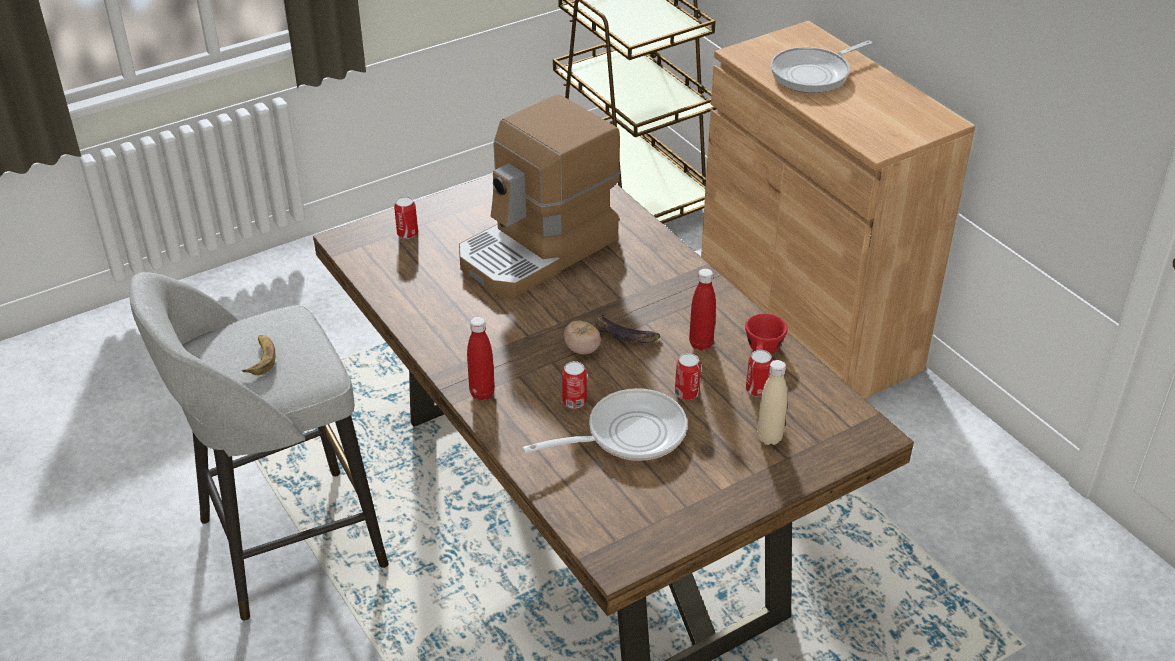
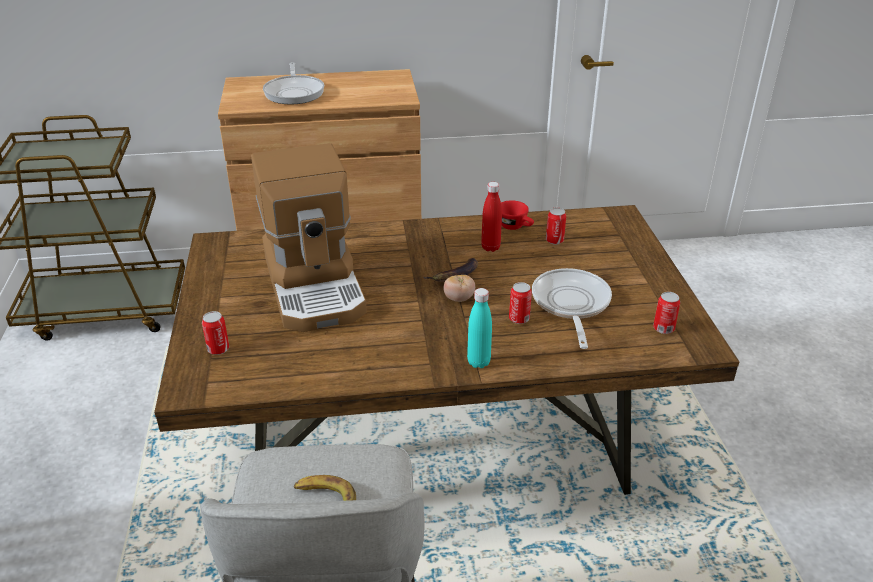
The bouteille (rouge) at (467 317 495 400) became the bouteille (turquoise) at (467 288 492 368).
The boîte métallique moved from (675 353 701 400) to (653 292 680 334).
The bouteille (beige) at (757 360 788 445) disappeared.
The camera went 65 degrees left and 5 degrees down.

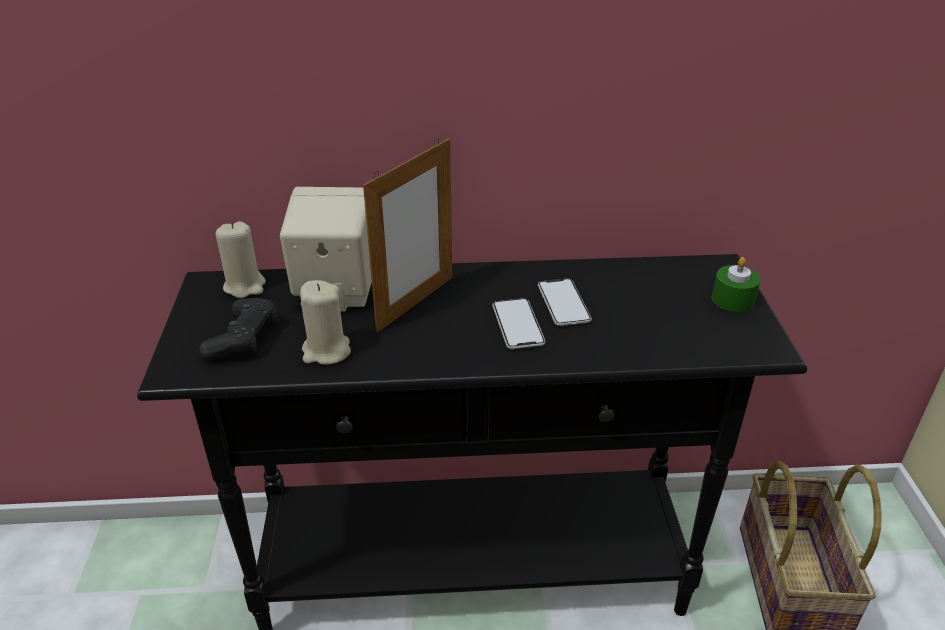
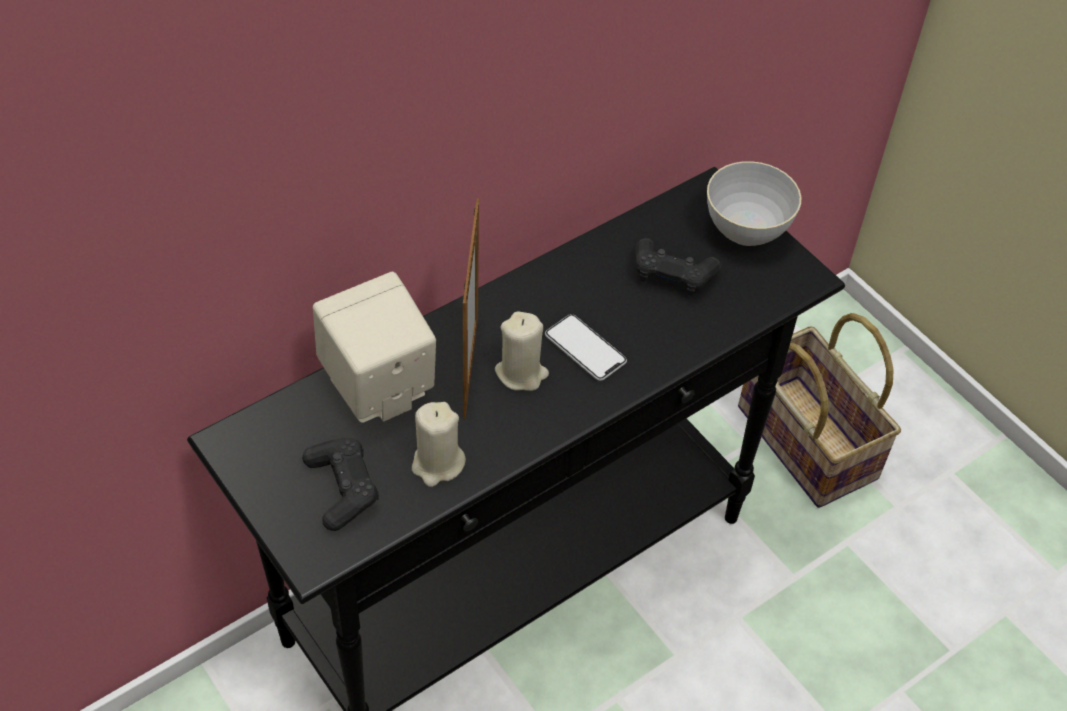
The bougie (beige) moved from (216 221 266 298) to (495 312 549 391).
The manette (noir) at (635 238 721 295) appeared.
The bougie (vert) at (712 257 760 312) was replaced by the bol (gris) at (707 161 801 246).
The téléphone at (538 278 592 326) disappeared.
The camera went 35 degrees left and 15 degrees up.

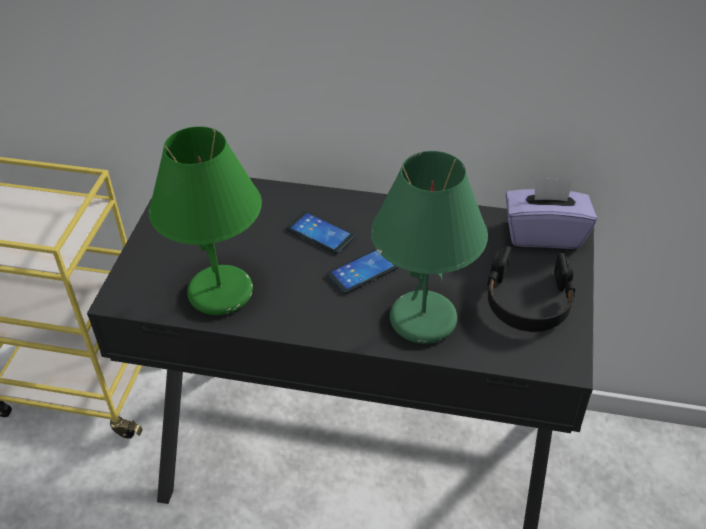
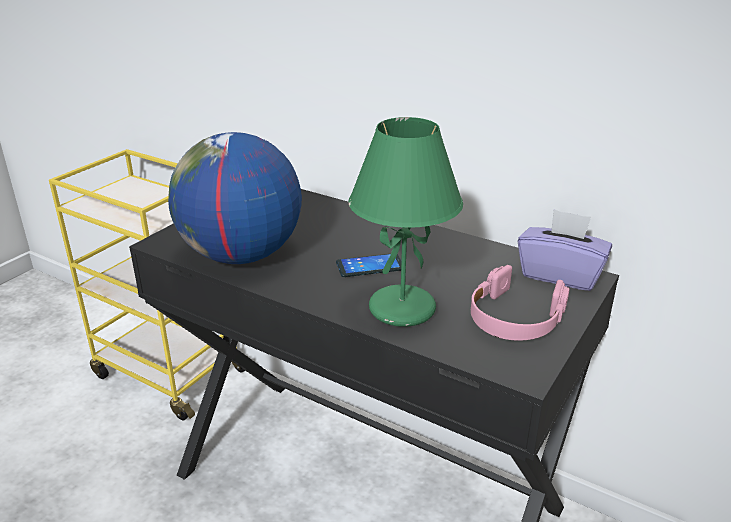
The lampe de table (vert) at (149 126 262 315) was replaced by the globe at (168 132 302 264).
The casque audio (noir) at (486 246 575 332) became the casque audio (rose) at (471 265 570 341).
The téléphone at (287 211 355 254) disappeared.
The camera went 20 degrees right and 15 degrees down.

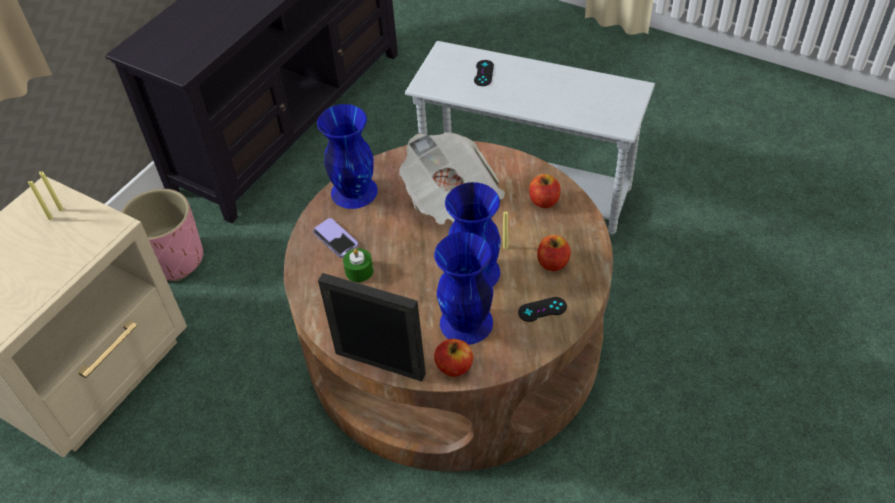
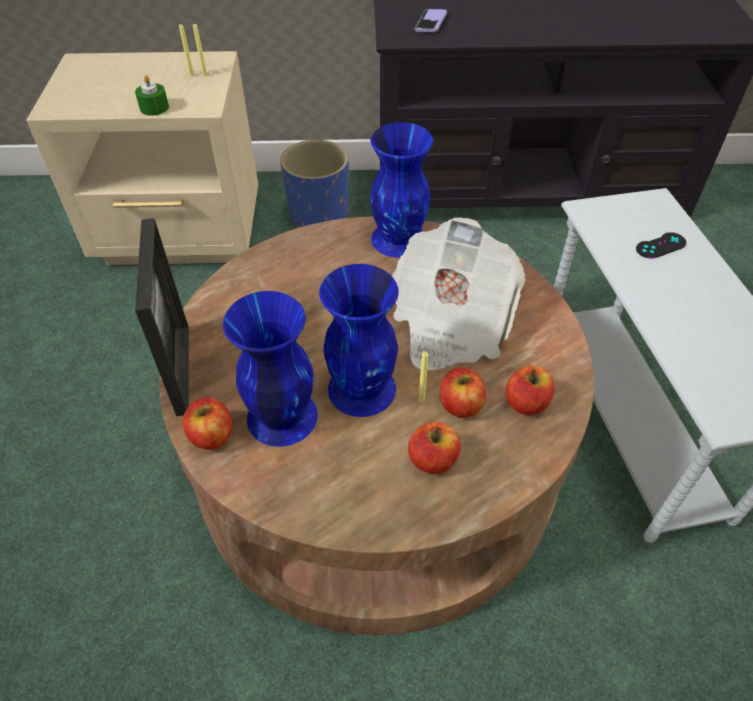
The bougie (vert) moved from (343 248 374 282) to (135 75 169 116).
The cache-pot (rose) at (121 189 204 281) became the cache-pot (bleu) at (280 140 349 228).
The téléphone moved from (313 218 359 258) to (415 9 447 32).
The pomme at (440 367 486 418) appeared.
The manette (noir) at (518 297 567 322) disappeared.
The camera went 55 degrees right and 0 degrees up.

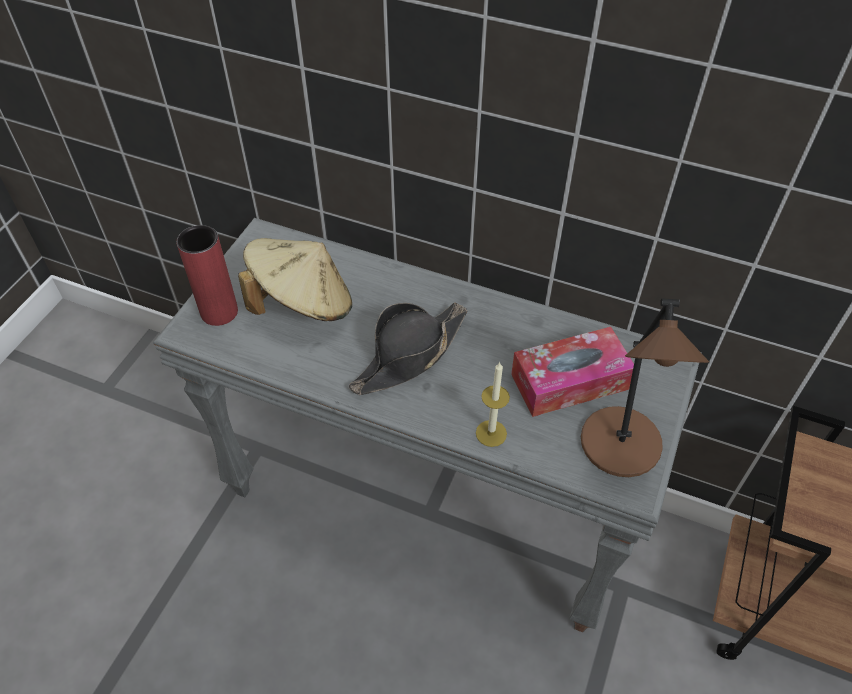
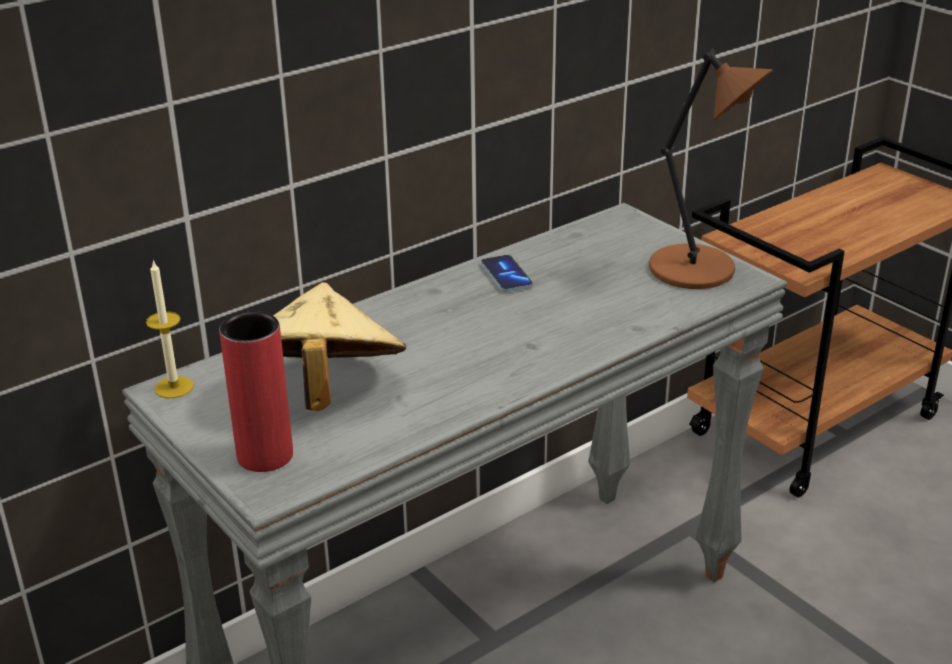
The bougie moved from (476 362 510 447) to (146 260 194 398).
The téléphone at (481 255 533 292) appeared.
The chapeau (noir) at (349 302 468 395) disappeared.
The boîte à mouchoirs at (511 327 634 417) disappeared.
The camera went 60 degrees left and 20 degrees down.

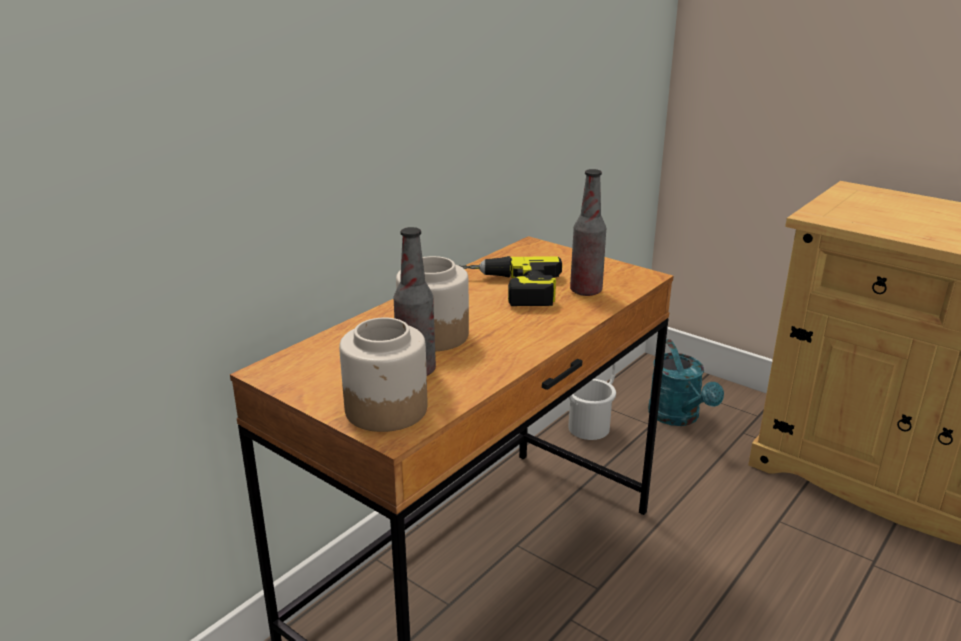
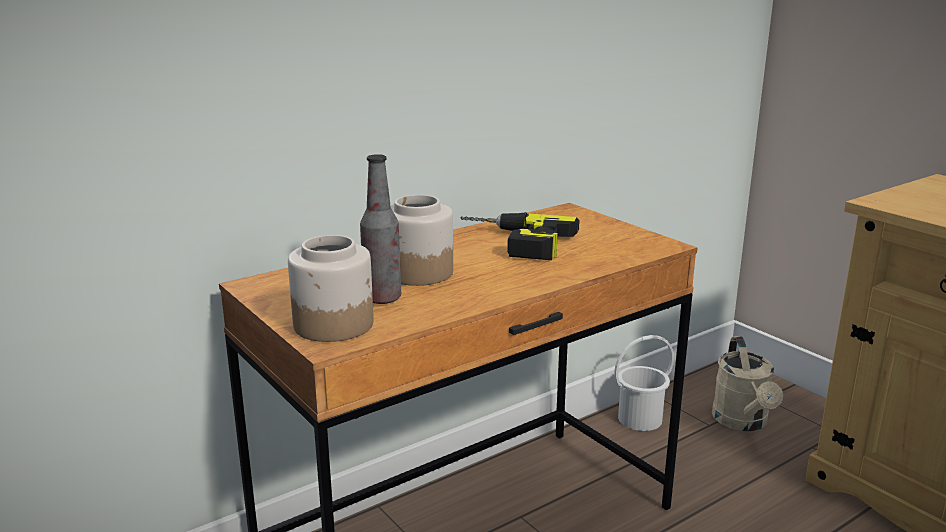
The arrosoir (turquoise) at (648 339 724 426) became the arrosoir (beige) at (712 336 783 431).
The bouteille at (570 169 606 296) disappeared.
The camera went 15 degrees right and 5 degrees down.

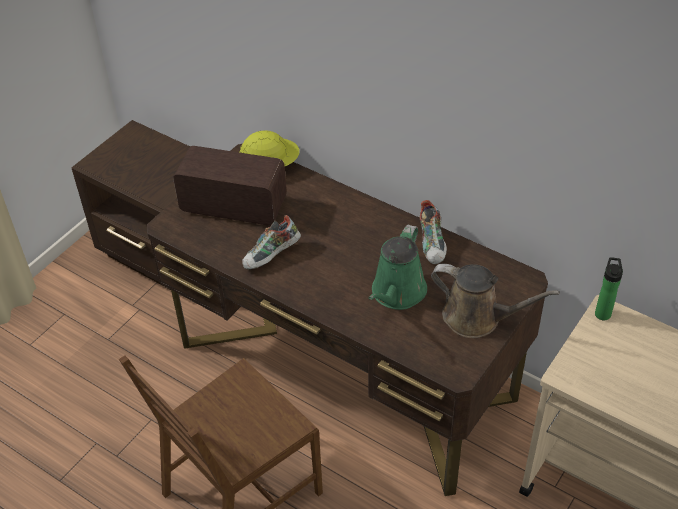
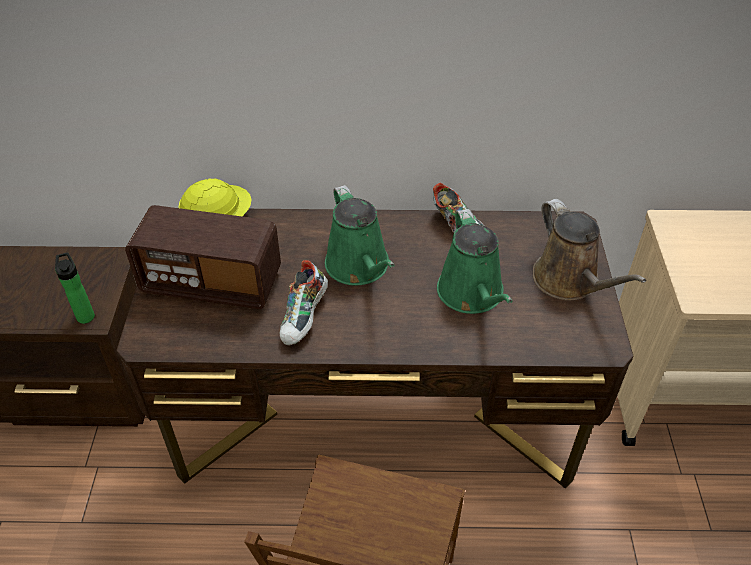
The bouteille moved from (595 257 623 320) to (55 252 95 324).
The radio at (173 146 287 225) turned 150 degrees counterclockwise.
The arrosoir (vert) at (325 185 395 285) appeared.
The arrosoir (marron) at (431 264 560 338) turned 75 degrees clockwise.
The camera went 35 degrees left and 0 degrees up.

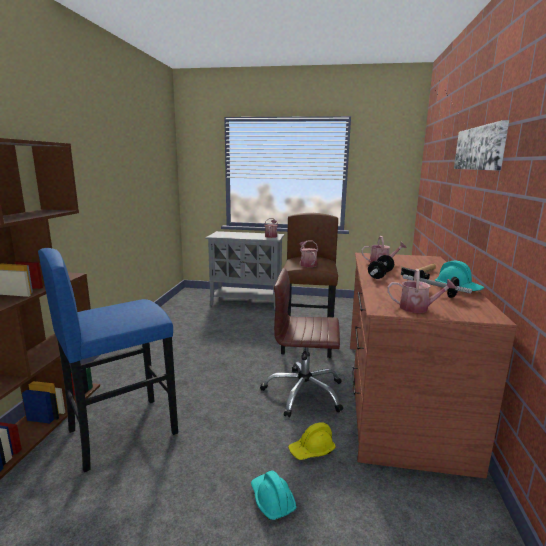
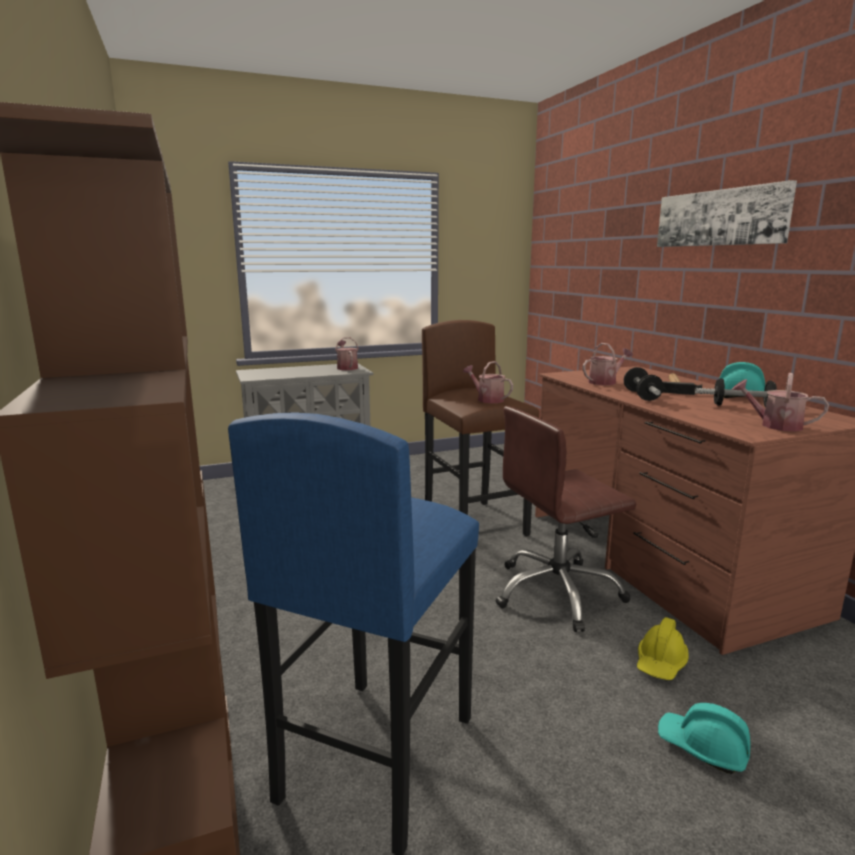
The arrosoir at (388 269 457 313) turned 135 degrees counterclockwise.
The camera went 30 degrees left and 0 degrees up.

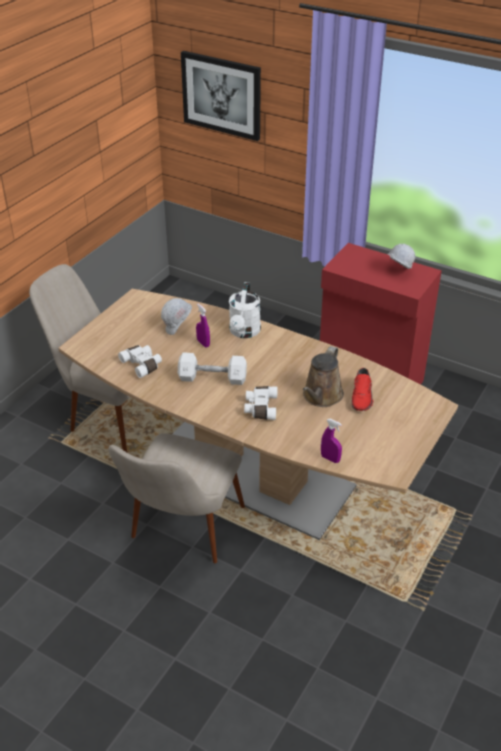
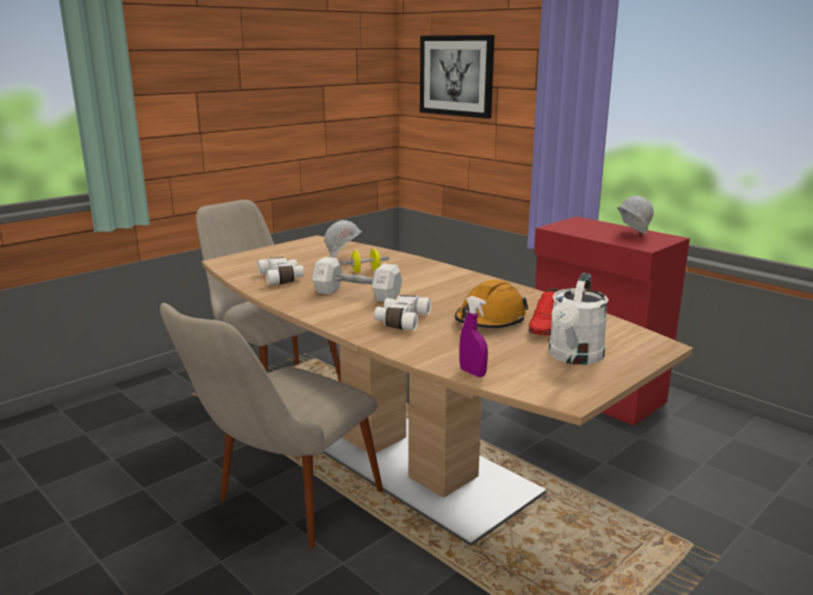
The vaporisateur (violet) at (196 304 210 348) was replaced by the haltère (jaune) at (341 248 389 273).
The arrosoir (marron) at (303 346 344 407) was replaced by the casque de chantier (orange) at (455 280 529 328).
The arrosoir (blanc) moved from (229 282 261 338) to (549 273 608 365).
The camera went 15 degrees right and 20 degrees down.

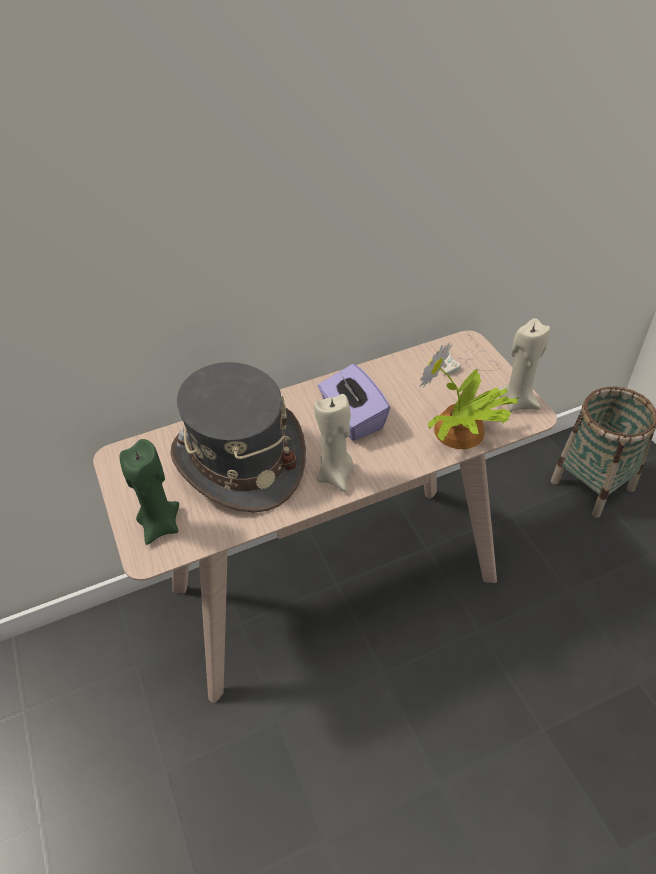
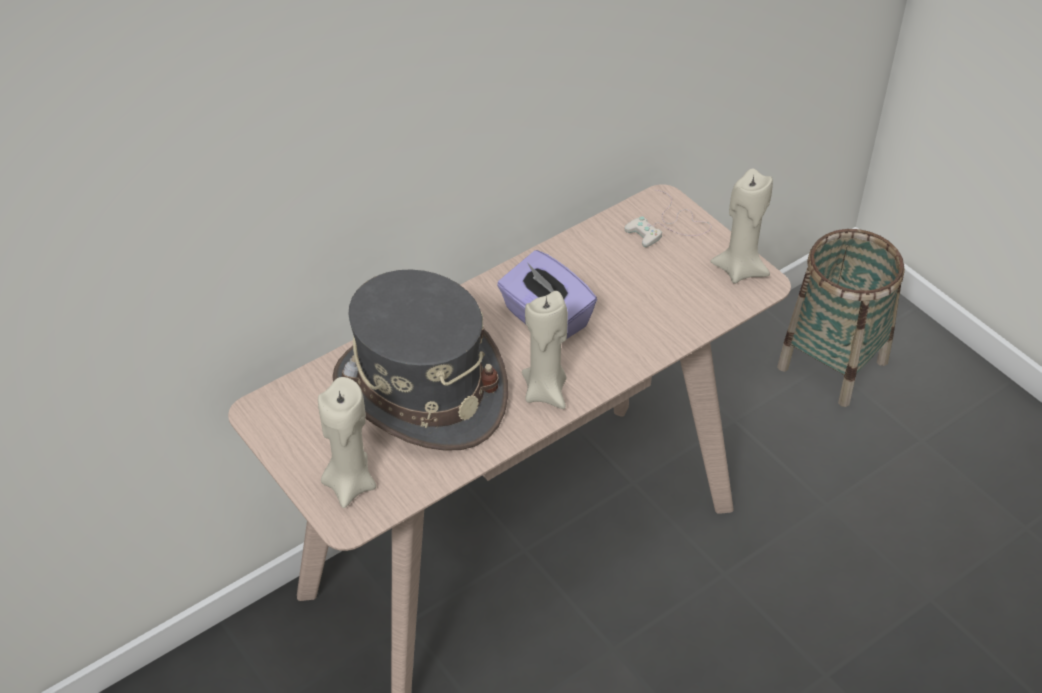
The bougie (vert) at (120 439 179 545) became the bougie (beige) at (318 377 376 508).
The plante en pot at (420 342 518 449) disappeared.
The camera went 15 degrees left and 0 degrees up.

